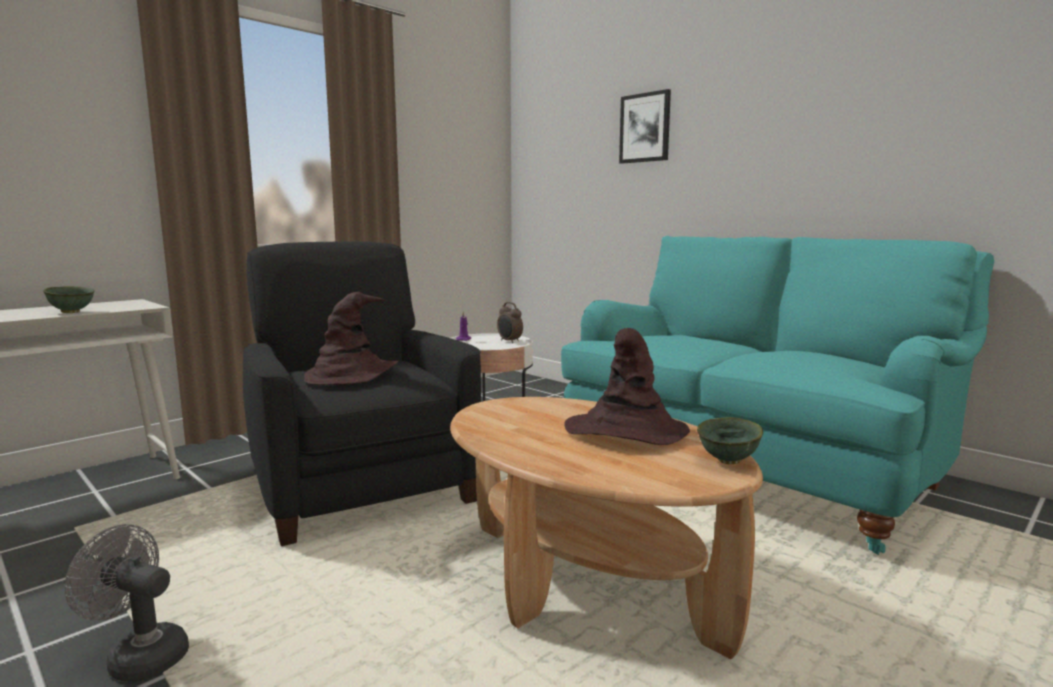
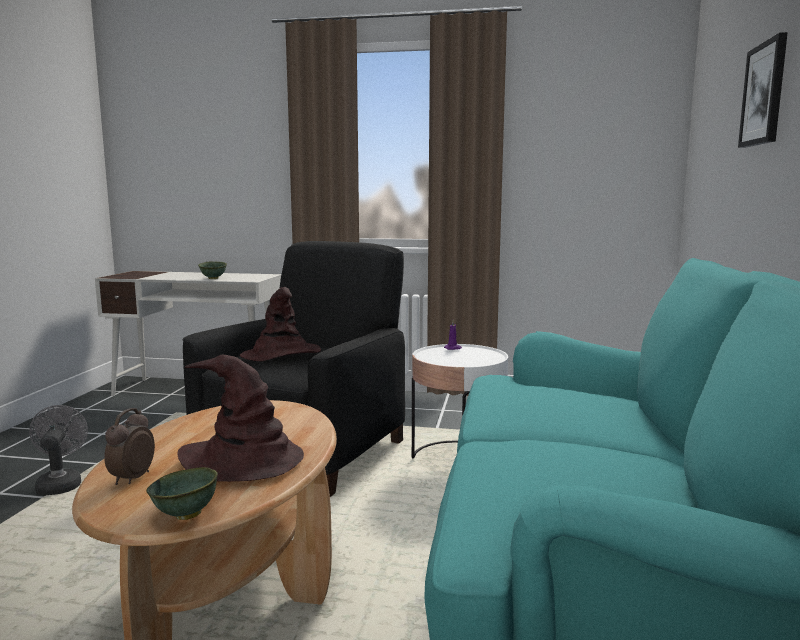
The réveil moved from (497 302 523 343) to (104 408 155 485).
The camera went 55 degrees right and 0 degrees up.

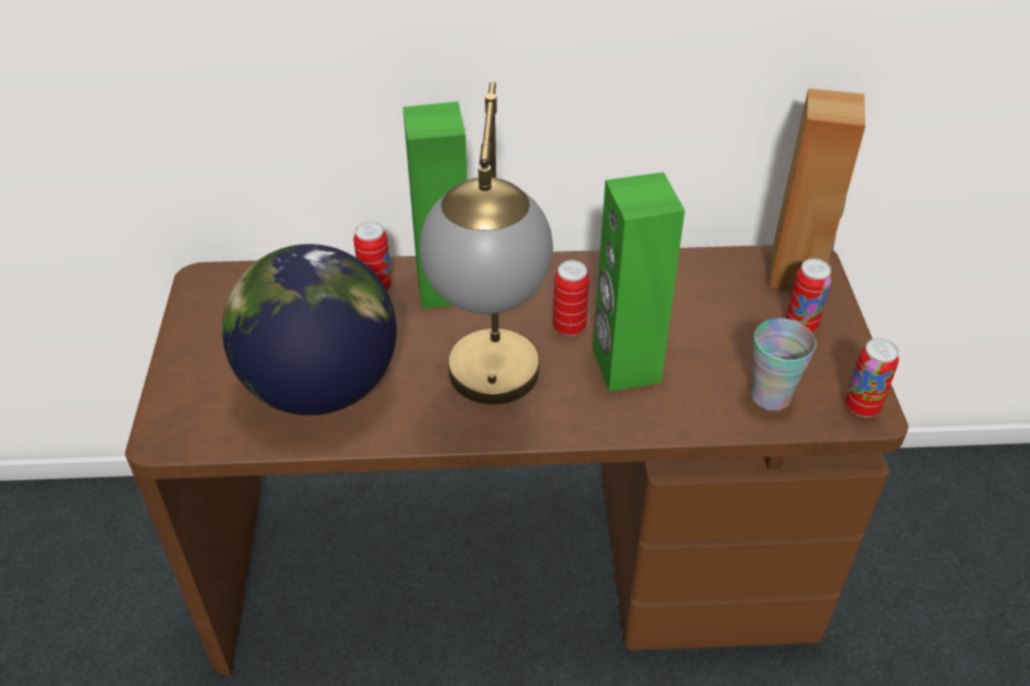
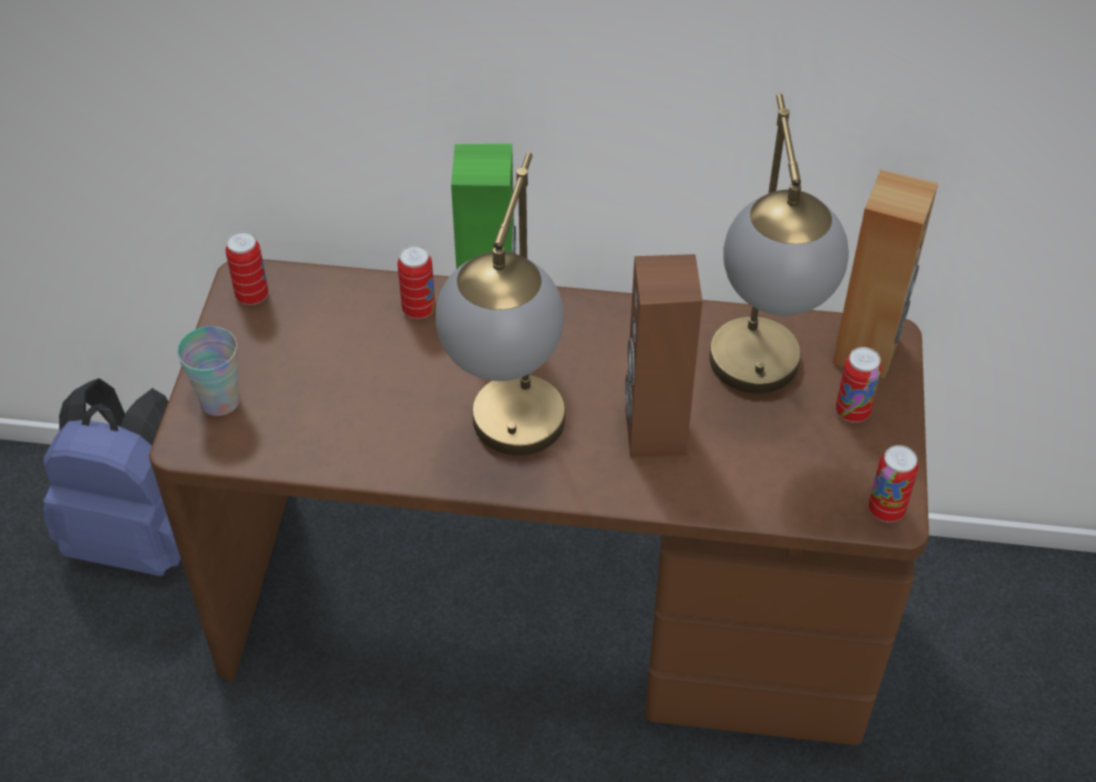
The sac à dos (bleu) at (43 378 181 576) appeared.
The tasse moved from (751 318 816 411) to (177 326 240 416).
The boîte métallique moved from (553 260 589 336) to (226 231 268 305).
The enceinte (vert) at (593 172 685 392) became the enceinte (marron) at (625 254 703 457).
The lampe de table at (709 94 849 394) appeared.
The globe at (222 244 397 415) disappeared.
The camera went 10 degrees right and 5 degrees up.

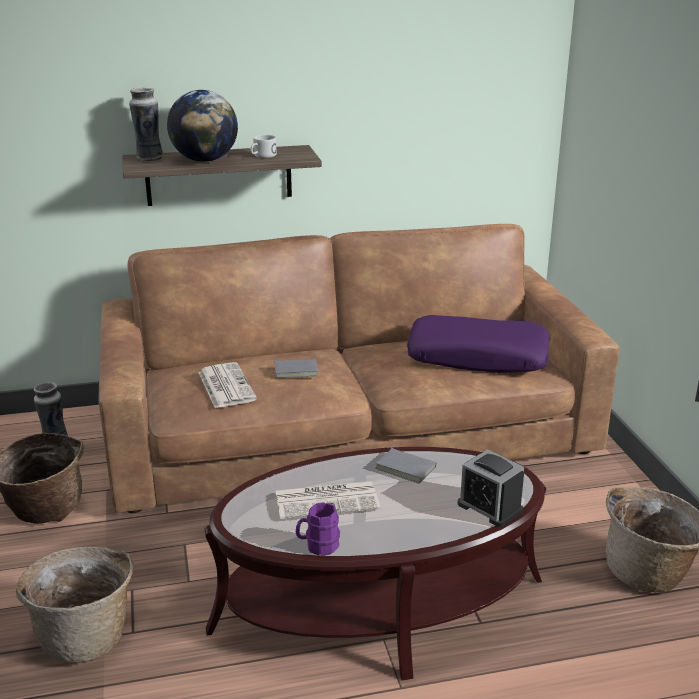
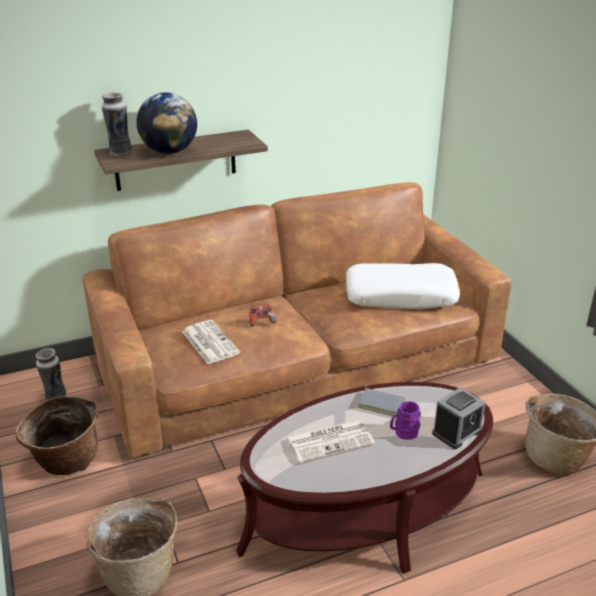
The livre (gris) at (273 357 318 378) was replaced by the manette at (249 304 276 327).
The coussin (violet) at (407 315 549 373) became the coussin (blanc) at (346 263 460 309).
The mug (violet) moved from (296 502 340 556) to (390 401 421 440).
The réveil at (458 449 524 527) turned 75 degrees counterclockwise.
The mug (blanc) at (250 135 277 158) disappeared.
The camera went 10 degrees left and 5 degrees up.

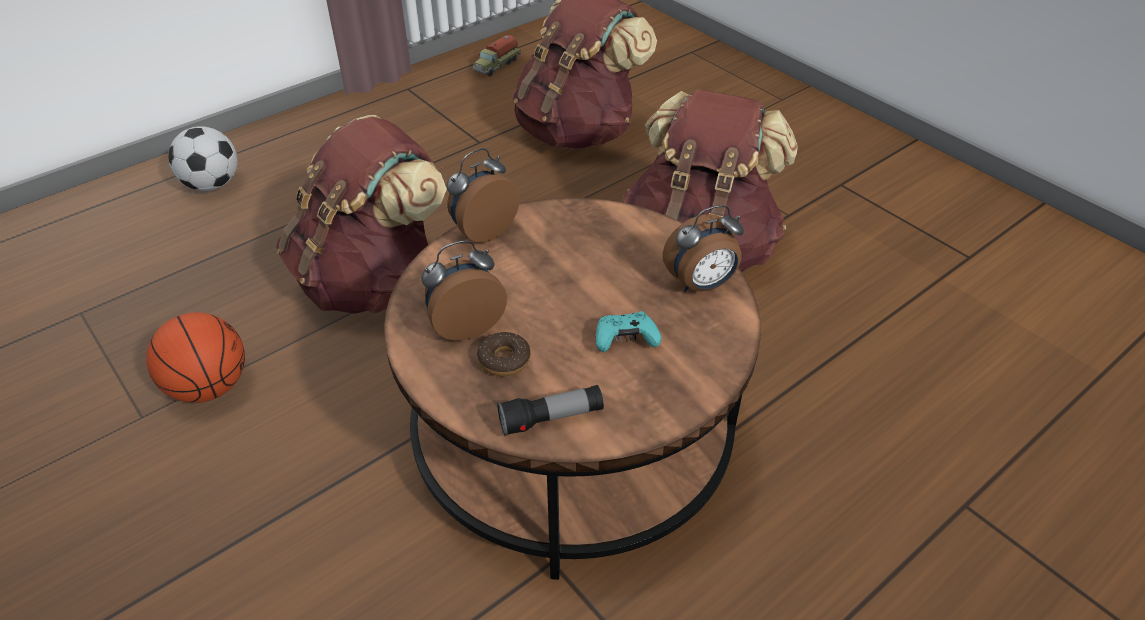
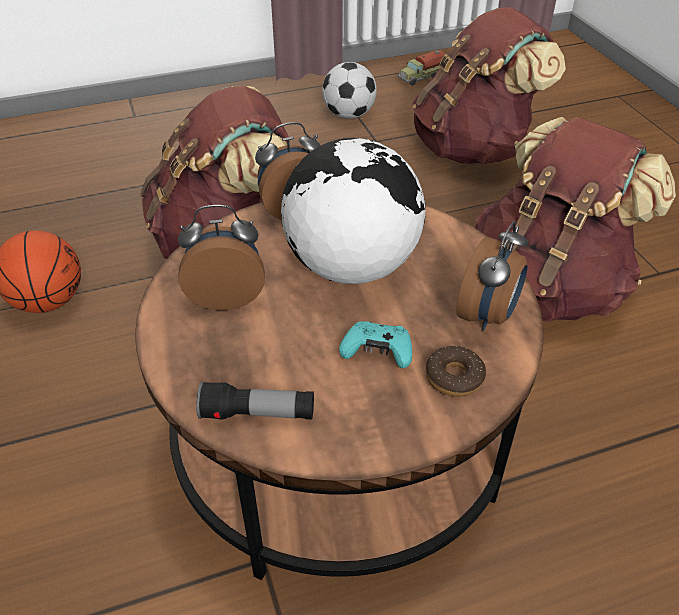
The globe at (281 138 425 284) appeared.
The ballon de foot moved from (168 126 238 191) to (322 62 377 119).
The beignet moved from (477 332 531 376) to (426 346 486 397).
The réveil at (663 205 744 292) turned 60 degrees counterclockwise.
The camera went 20 degrees right and 0 degrees up.

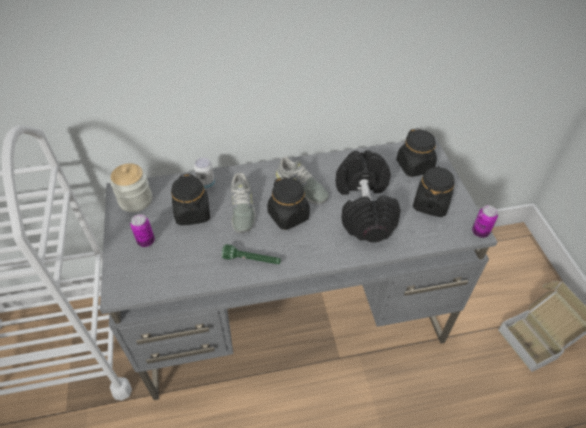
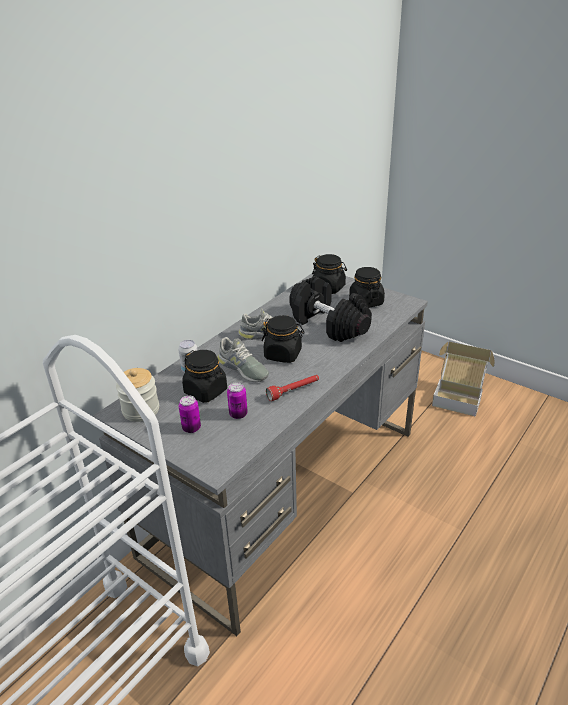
The boîte métallique moved from (472 205 498 238) to (227 382 248 419).
The lampe de poche (vert) at (222 244 281 264) became the lampe de poche (rouge) at (266 375 319 401).
The camera went 40 degrees left and 15 degrees down.

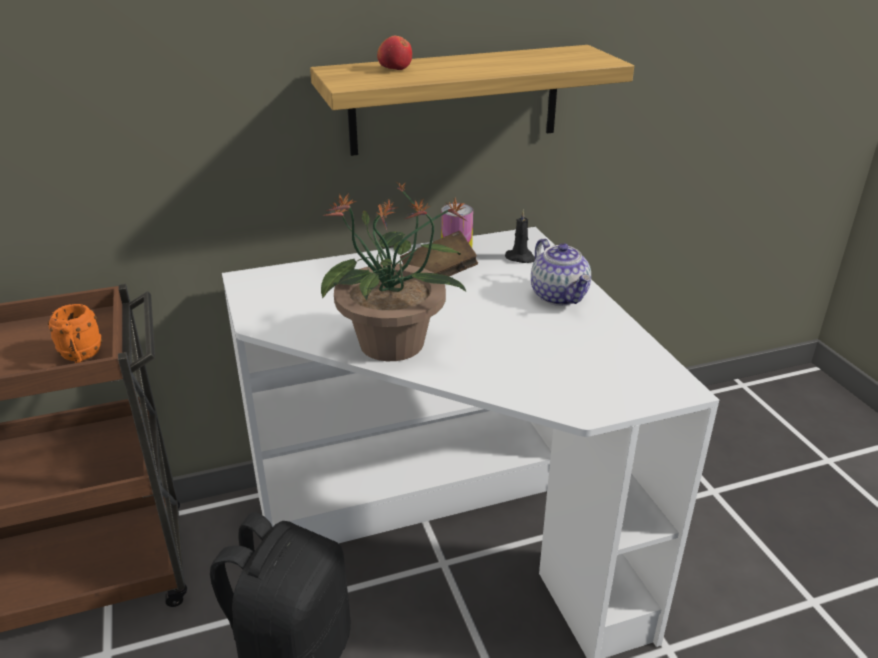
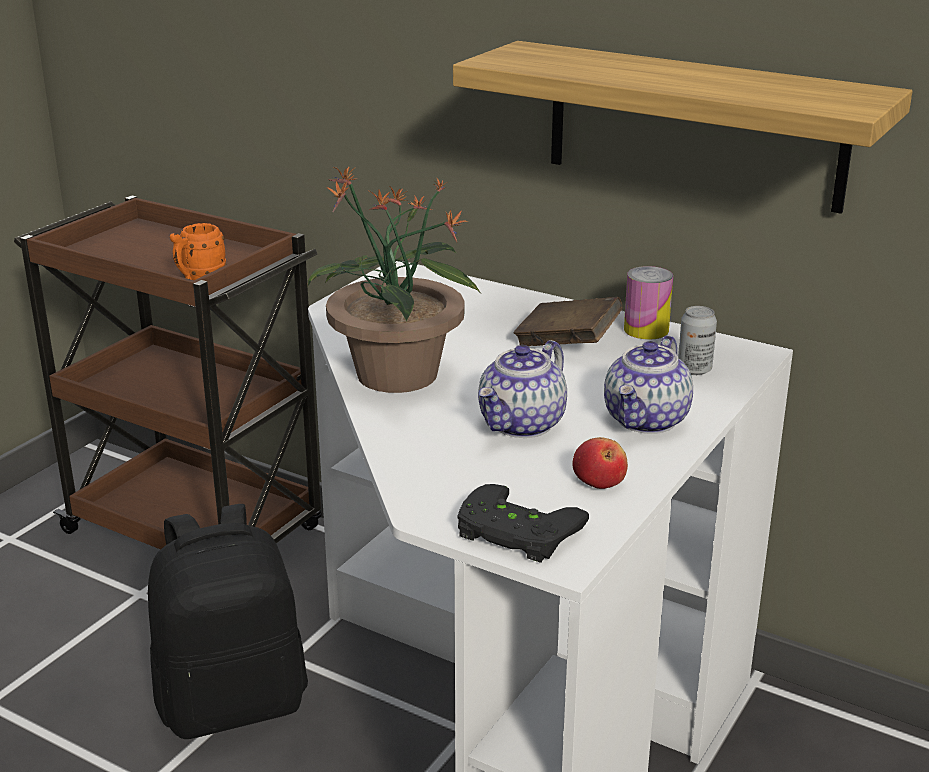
The manette (noir) at (457 484 589 563) appeared.
The théière at (478 340 567 438) appeared.
The pomme moved from (377 36 412 70) to (572 437 628 489).
The bougie (noir) at (505 209 535 263) was replaced by the boîte métallique at (678 306 717 375).
The camera went 50 degrees right and 5 degrees down.

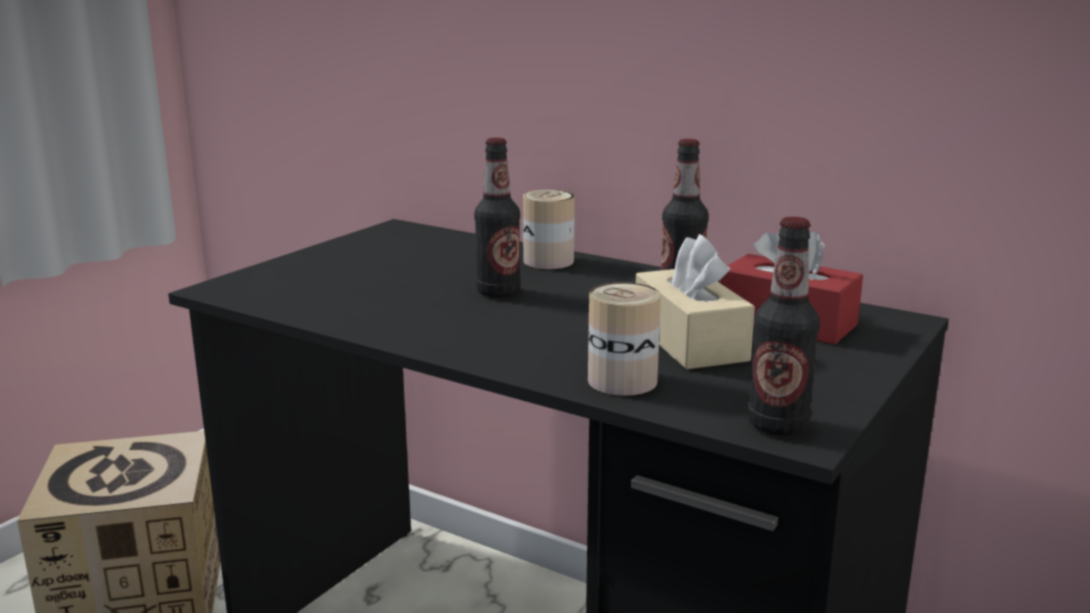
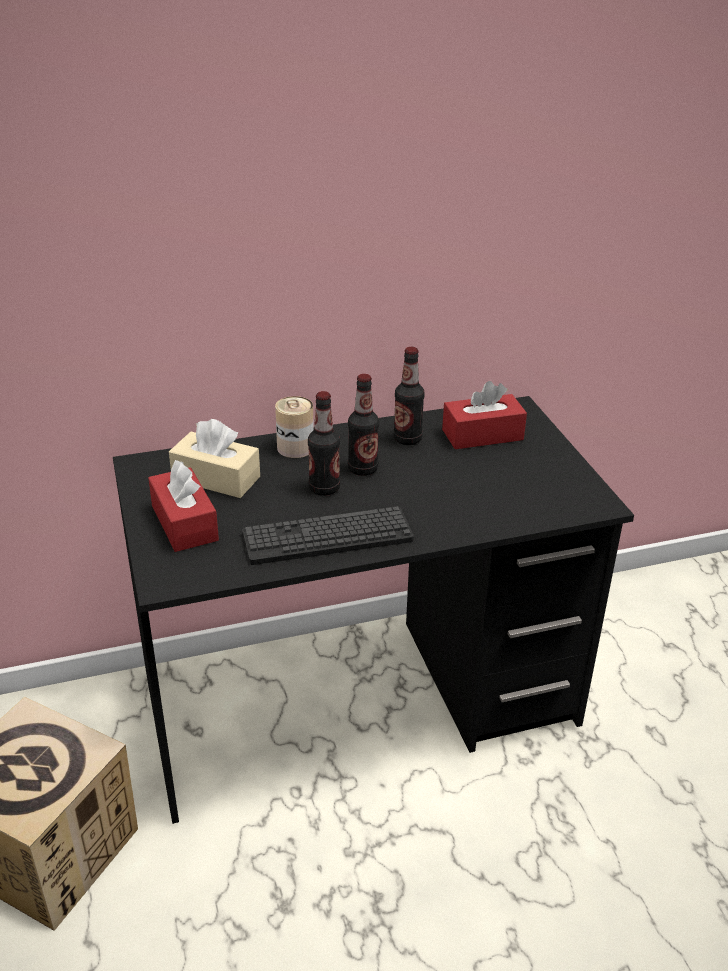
The boîte à mouchoirs (rouge) at (148 460 219 552) appeared.
The boîte à mouchoirs (beige) moved from (636 234 755 370) to (169 419 260 498).
The clavier at (242 506 414 565) appeared.
The bouteille moved from (748 217 820 435) to (348 374 379 476).
The boîte métallique at (588 282 661 396) disappeared.
The camera went 50 degrees left and 15 degrees up.

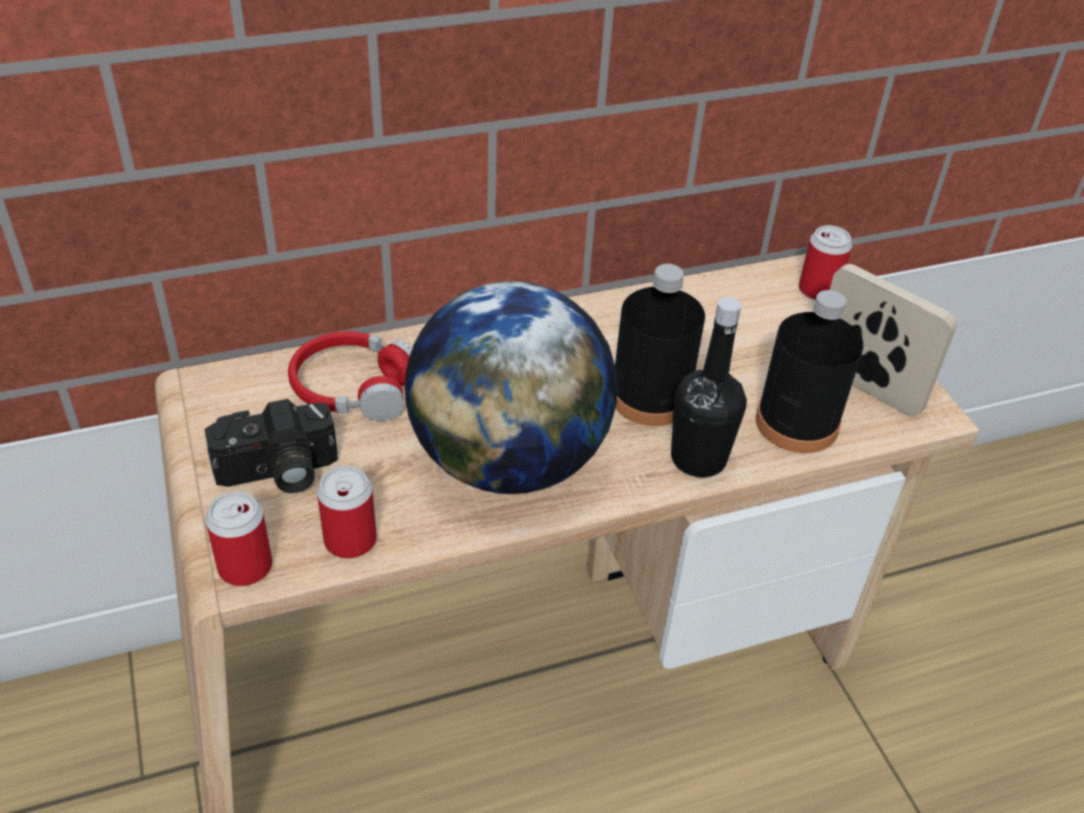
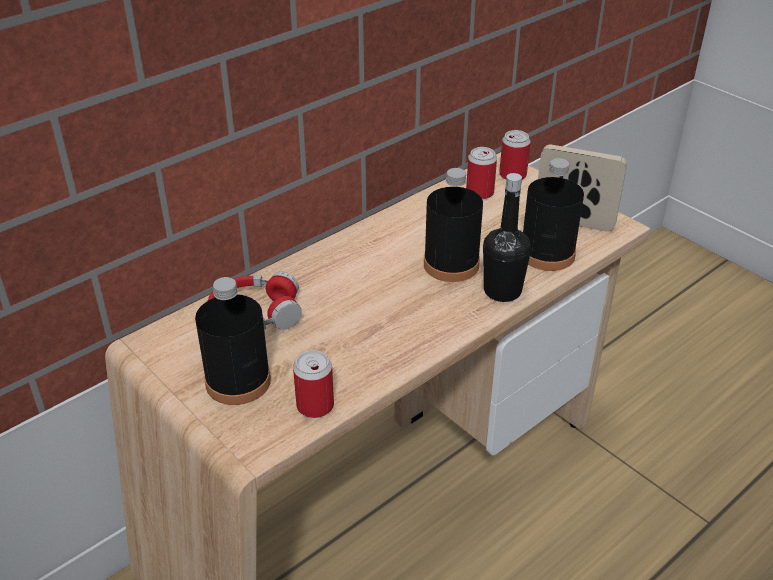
The appareil photo at (204 399 338 493) was replaced by the bouteille (noir) at (195 277 271 405).
The boîte métallique moved from (205 491 272 586) to (466 147 497 199).
The globe at (404 281 617 494) disappeared.
The camera went 20 degrees left and 5 degrees down.

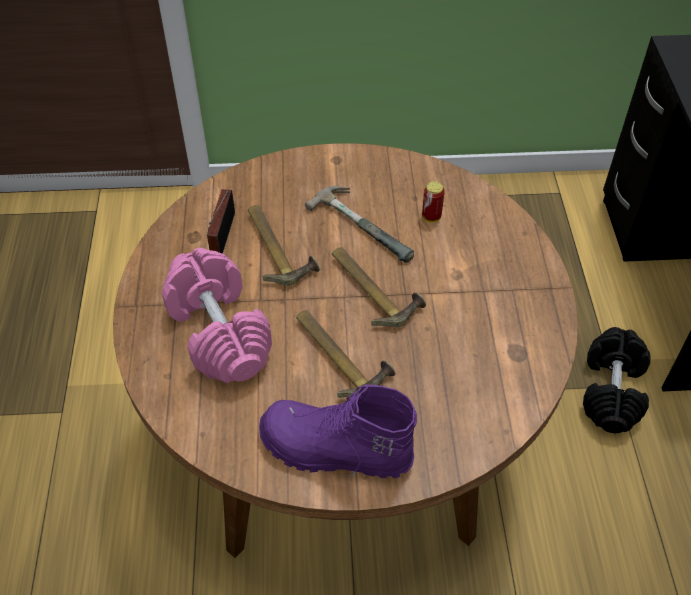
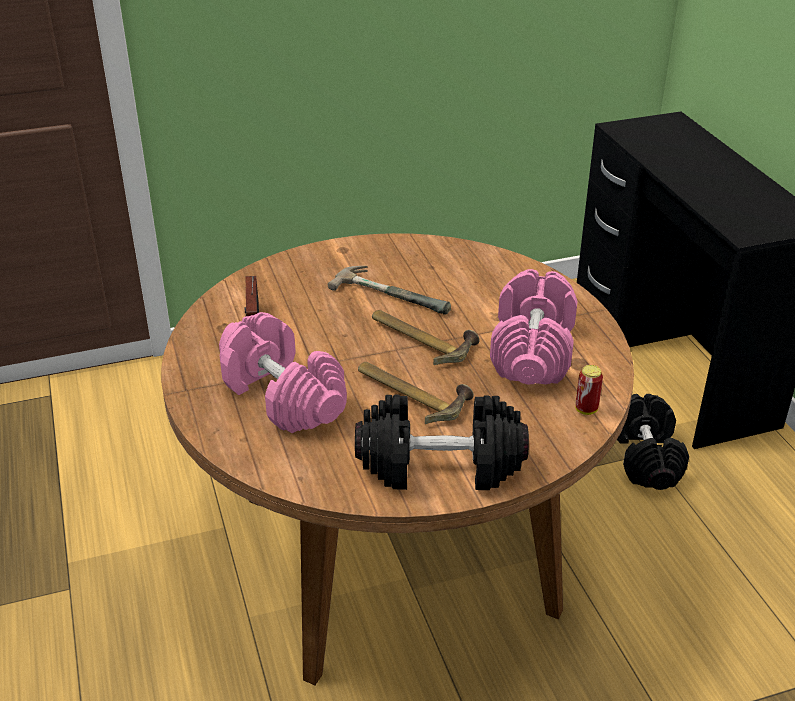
The botte (violet) at (259 385 417 478) was replaced by the haltère (noir) at (355 395 529 490).
The haltère (rose) at (490 269 578 384) appeared.
The boîte métallique moved from (422 181 445 222) to (575 365 603 415).
The marteau at (248 205 320 286) disappeared.
The camera went 15 degrees left and 15 degrees down.

